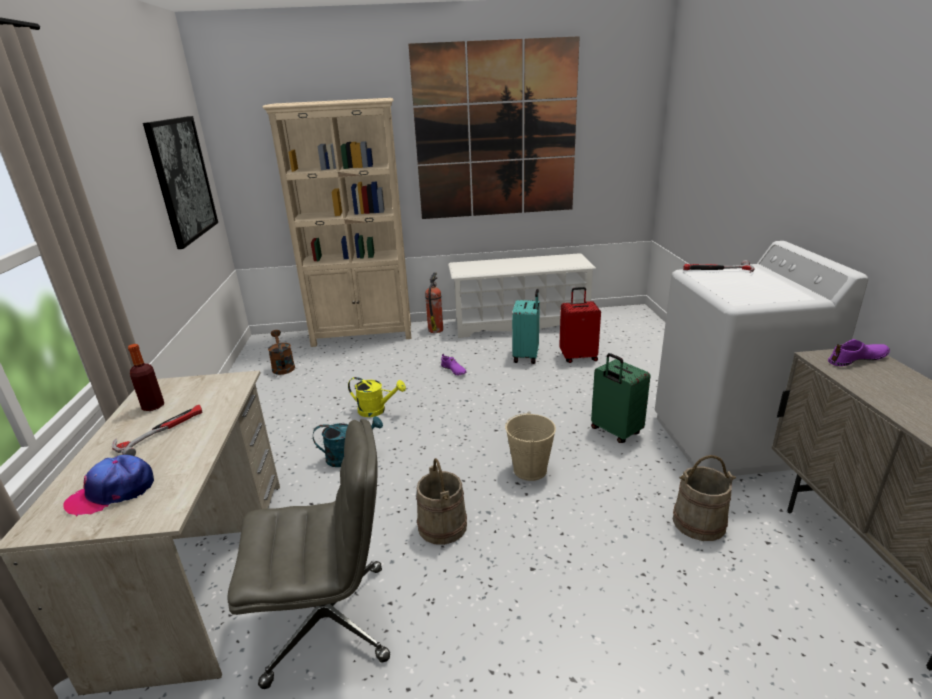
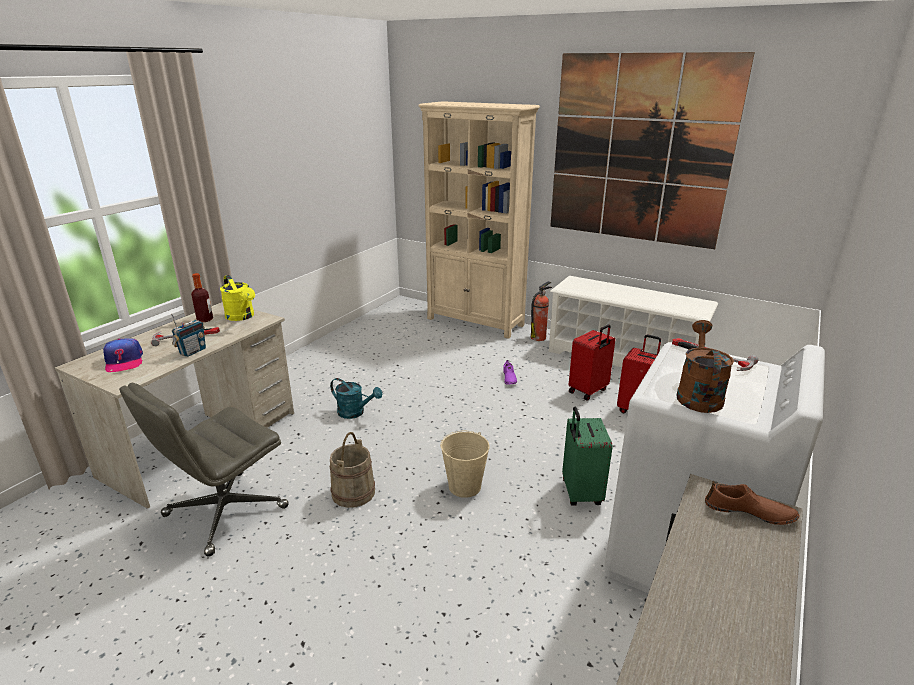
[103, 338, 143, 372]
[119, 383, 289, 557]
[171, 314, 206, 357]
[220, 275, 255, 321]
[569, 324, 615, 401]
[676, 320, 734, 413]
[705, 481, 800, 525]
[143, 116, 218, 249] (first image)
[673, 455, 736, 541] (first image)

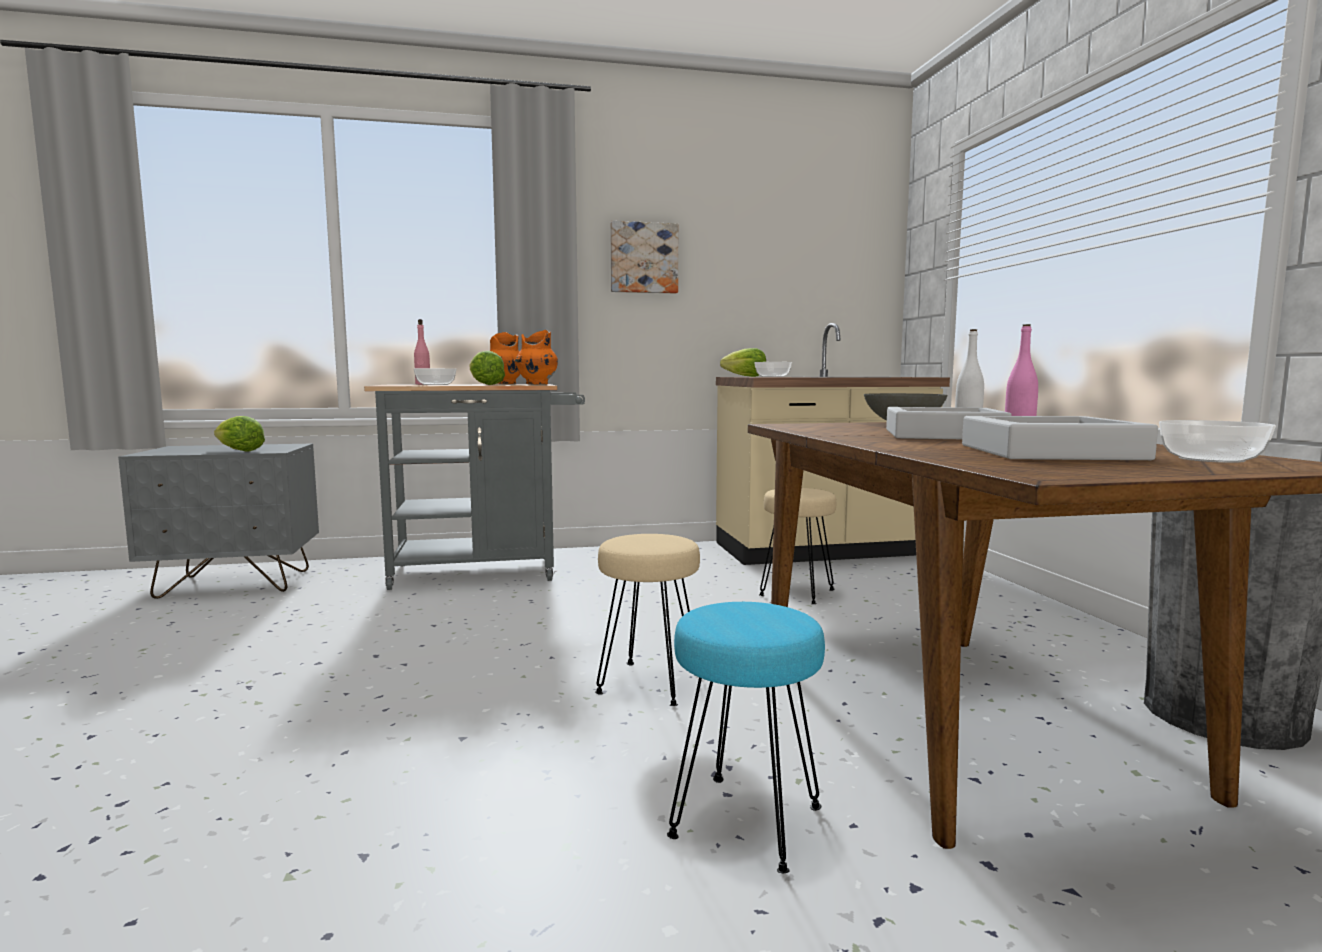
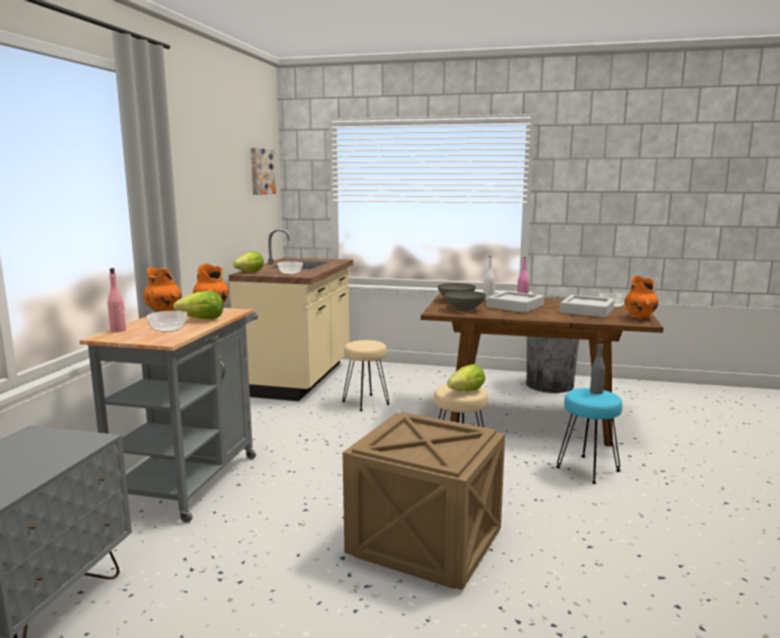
[251, 148, 276, 195]
[343, 412, 505, 590]
[444, 291, 486, 311]
[447, 364, 485, 391]
[590, 339, 605, 394]
[624, 275, 659, 319]

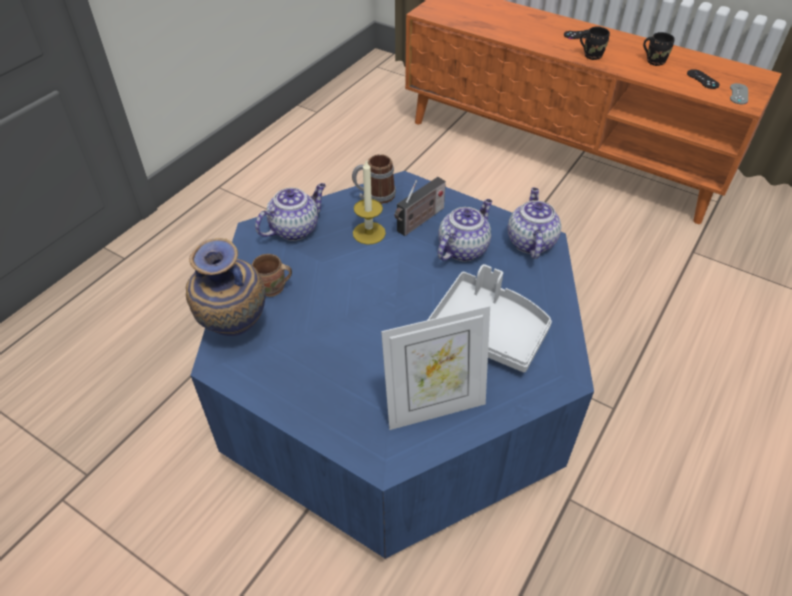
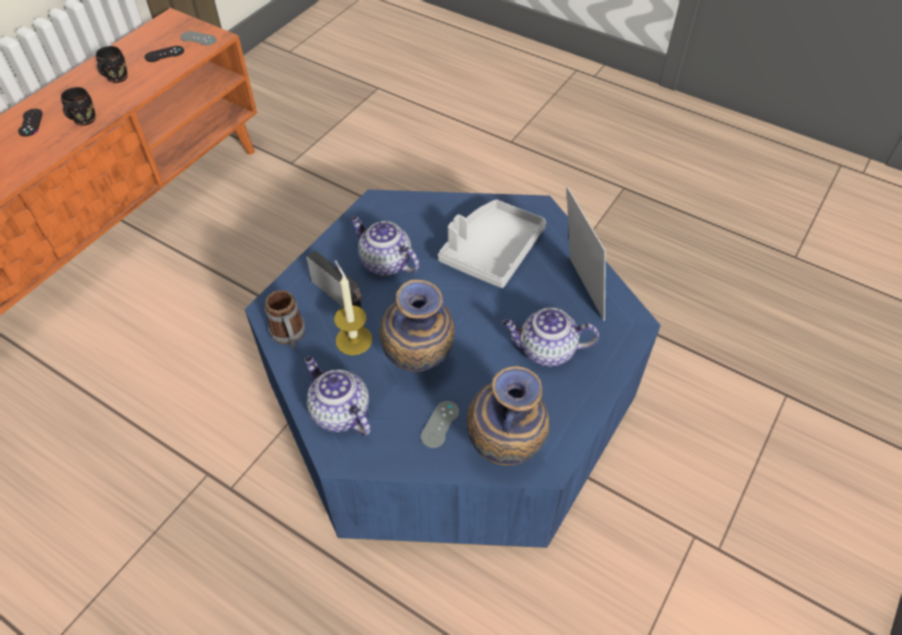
[380, 279, 455, 372]
[421, 401, 459, 448]
[502, 308, 599, 367]

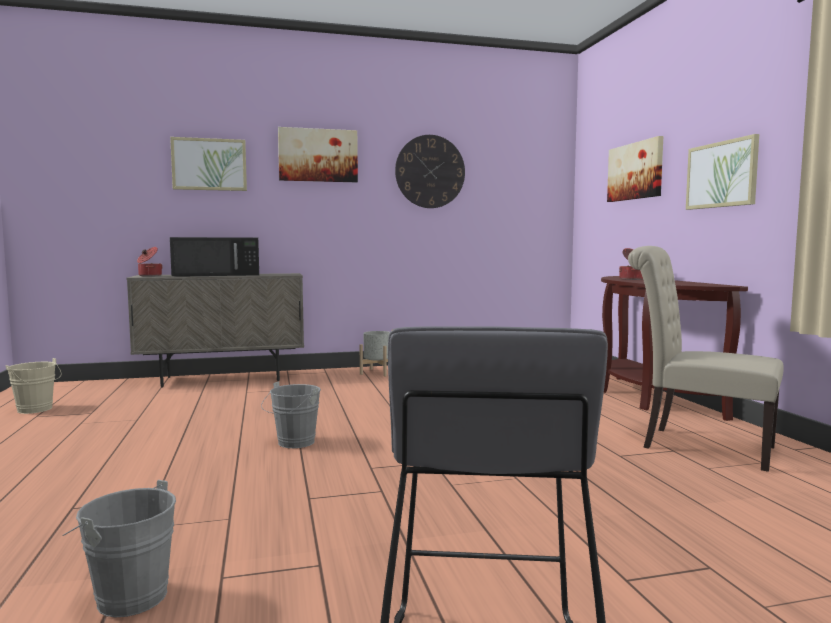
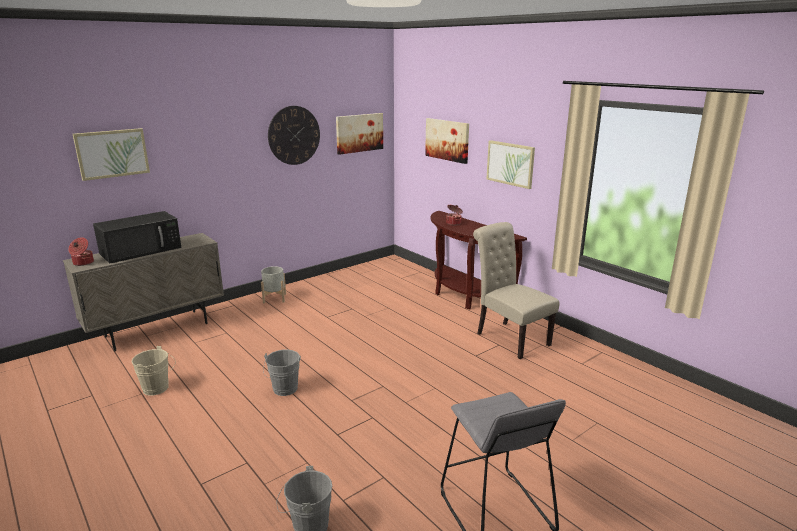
[132, 346, 176, 396]
[336, 113, 383, 155]
[473, 222, 560, 359]

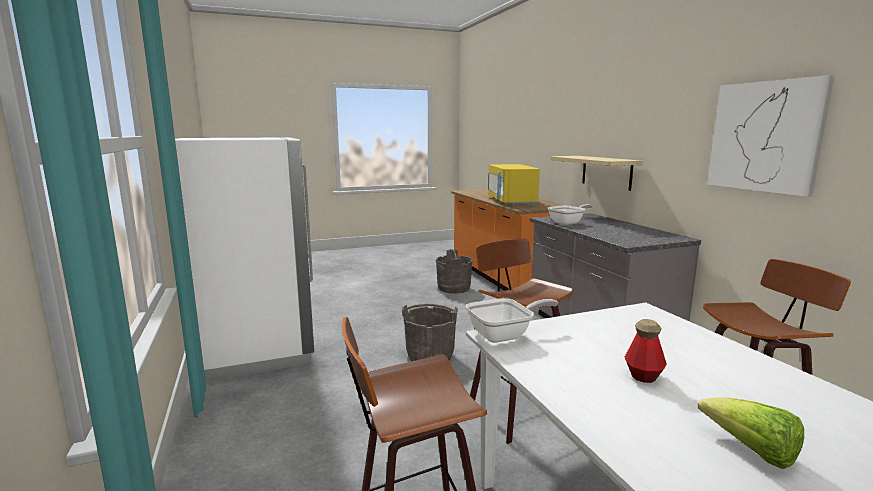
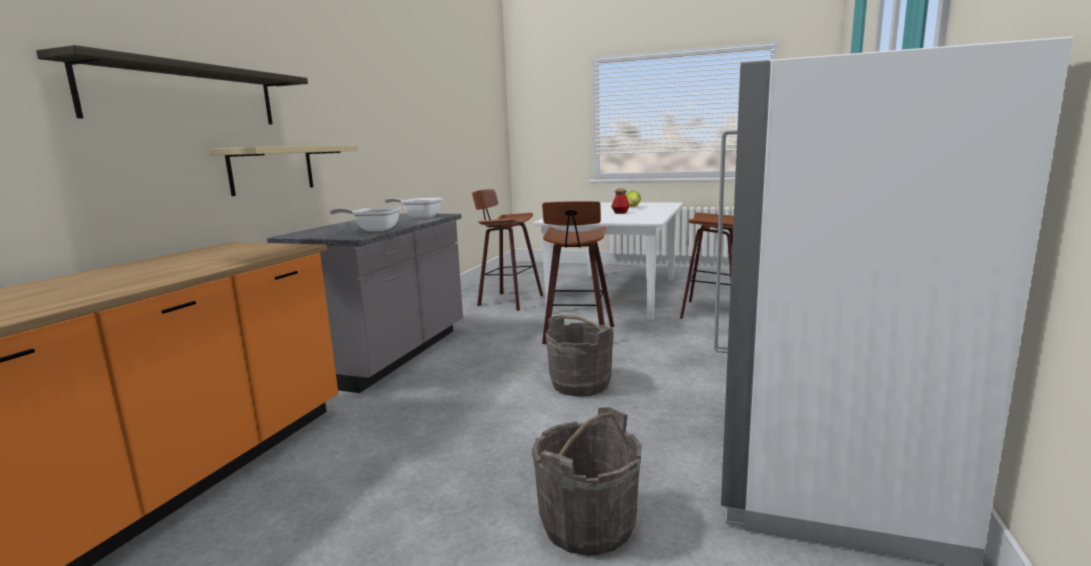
[36, 45, 308, 124]
[385, 198, 443, 218]
[532, 407, 642, 556]
[488, 164, 540, 206] (first image)
[707, 75, 835, 197] (first image)

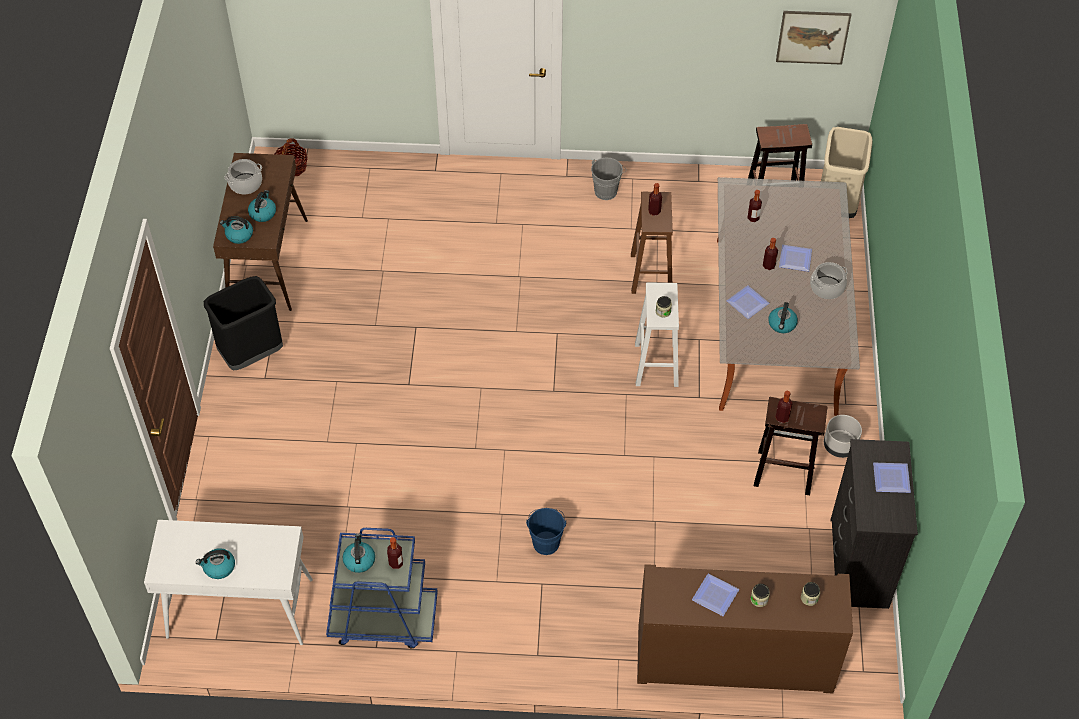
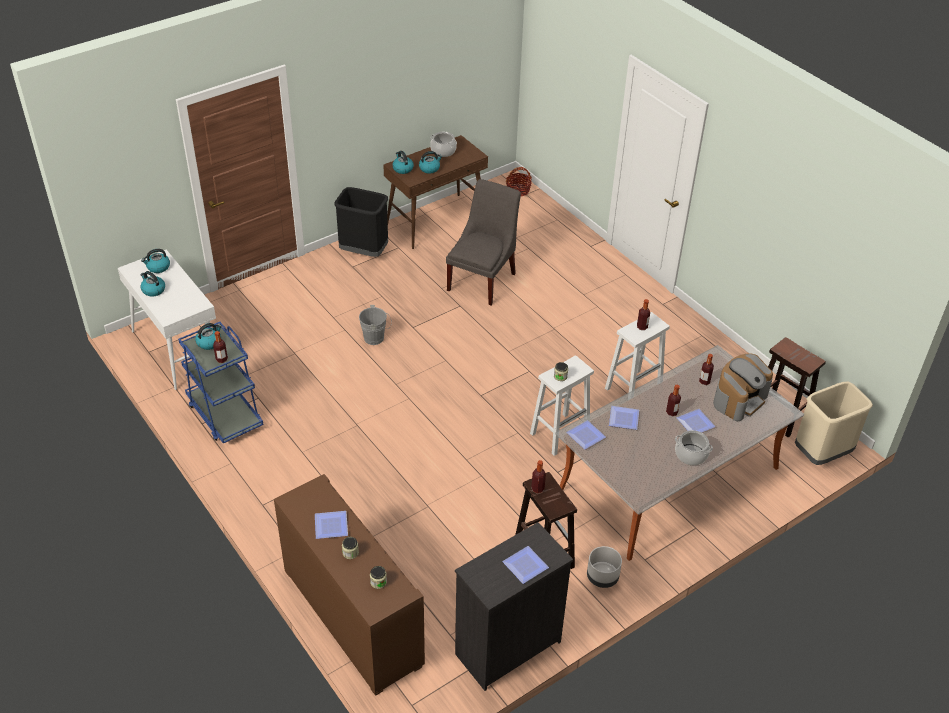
[141, 249, 170, 273]
[359, 305, 392, 345]
[446, 179, 521, 305]
[566, 420, 606, 449]
[605, 312, 670, 392]
[713, 353, 773, 421]
[526, 508, 566, 555] (first image)
[776, 11, 852, 65] (first image)

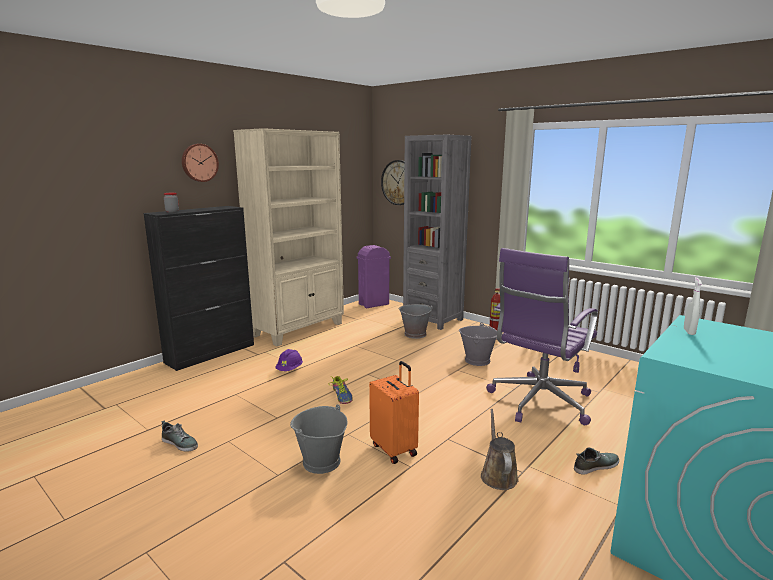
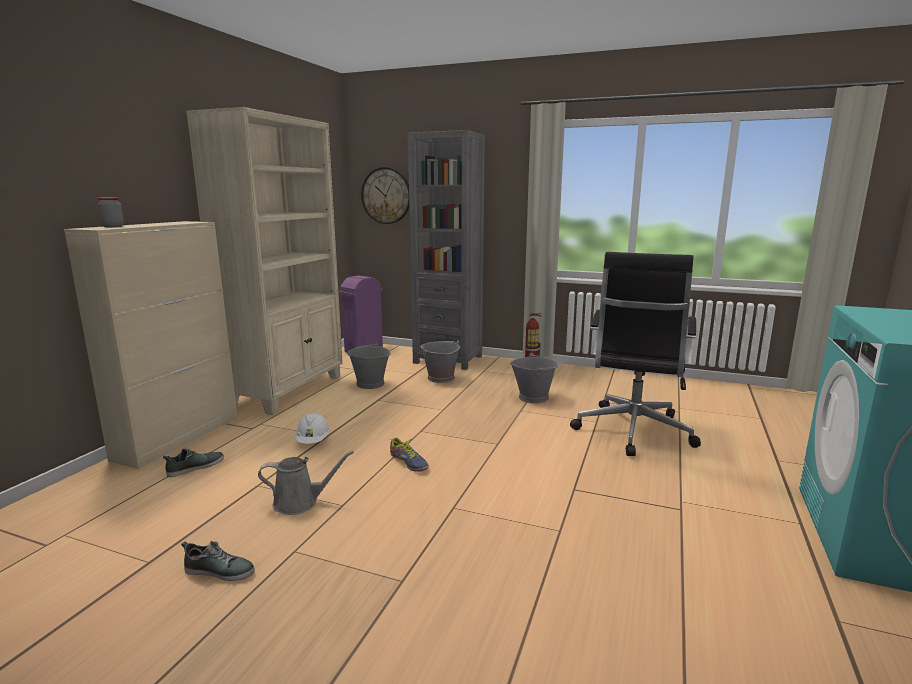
[64, 221, 237, 469]
[163, 449, 224, 477]
[258, 451, 354, 515]
[295, 413, 330, 444]
[347, 342, 390, 389]
[570, 252, 701, 456]
[182, 144, 219, 182] (first image)
[369, 361, 419, 464] (first image)
[481, 409, 519, 490] (first image)
[684, 277, 702, 335] (first image)

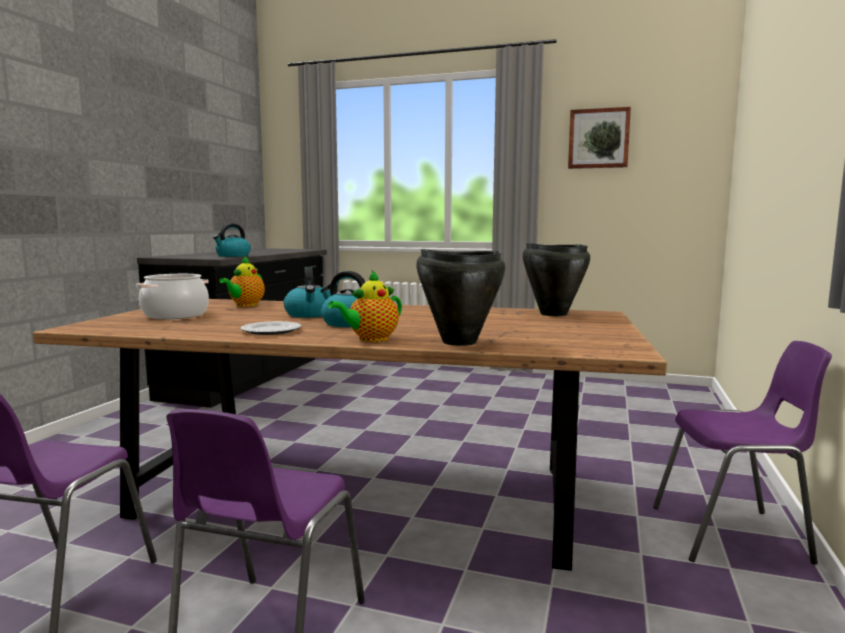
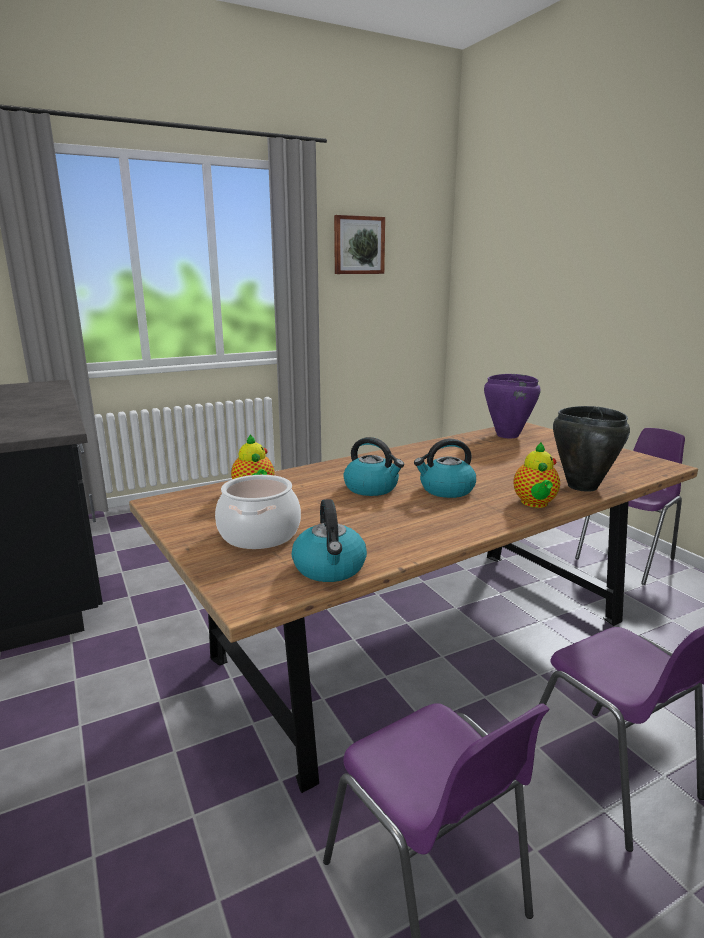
[292, 499, 367, 582]
[484, 374, 541, 438]
[240, 321, 301, 335] (first image)

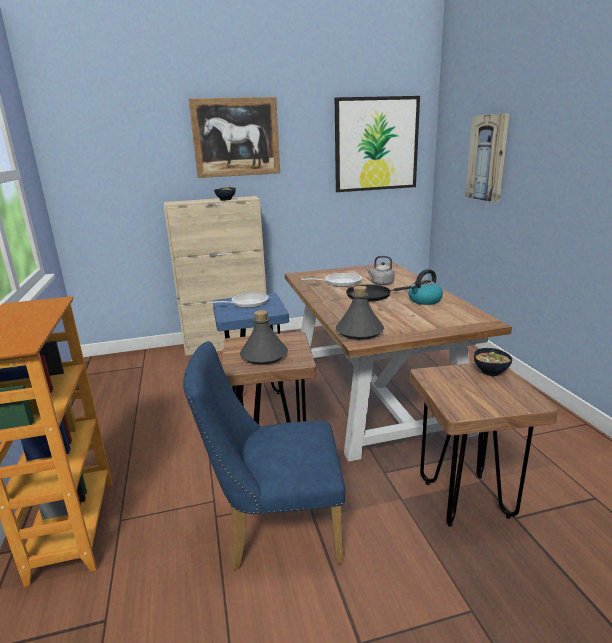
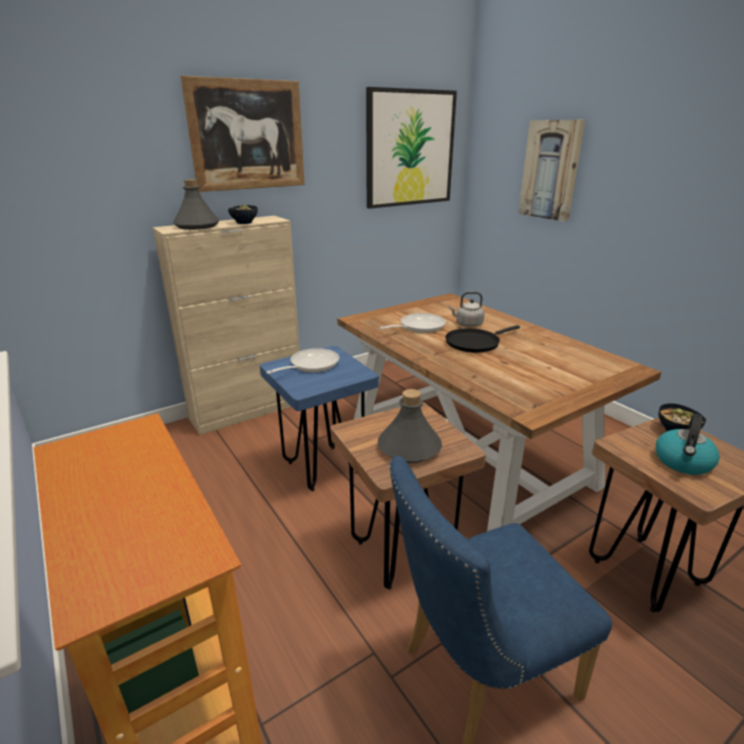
[173, 179, 220, 230]
[656, 414, 720, 475]

